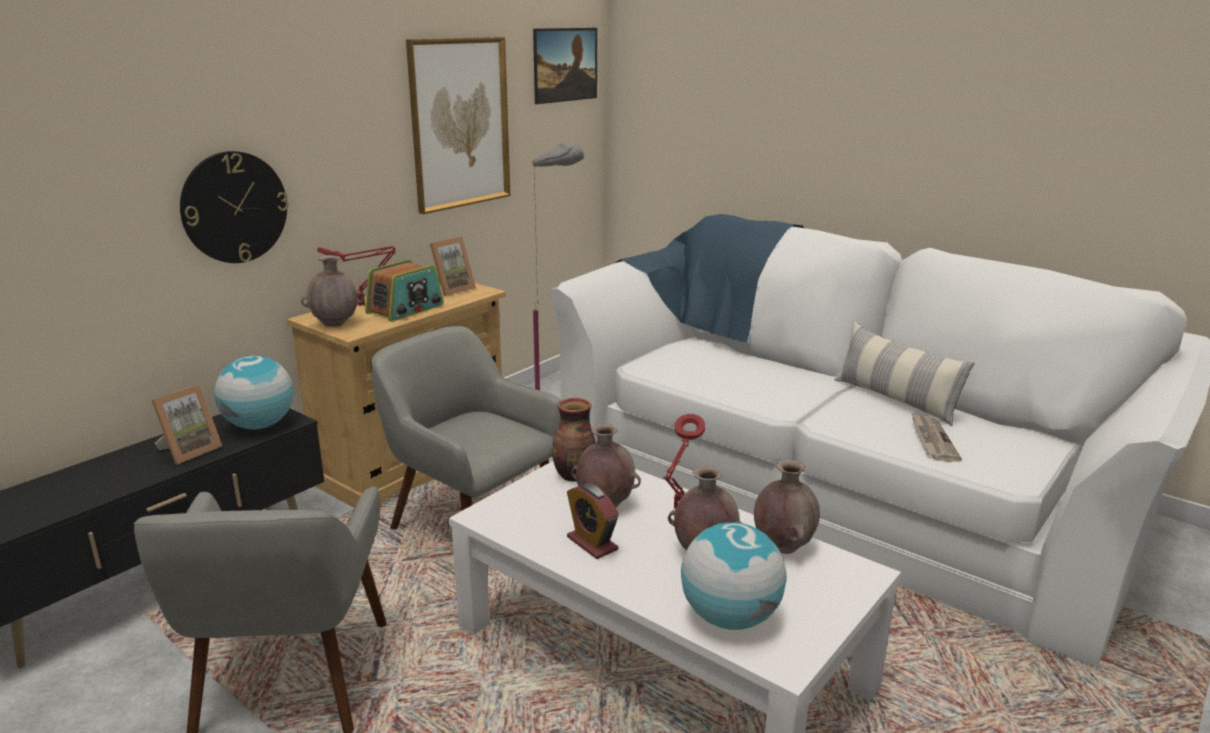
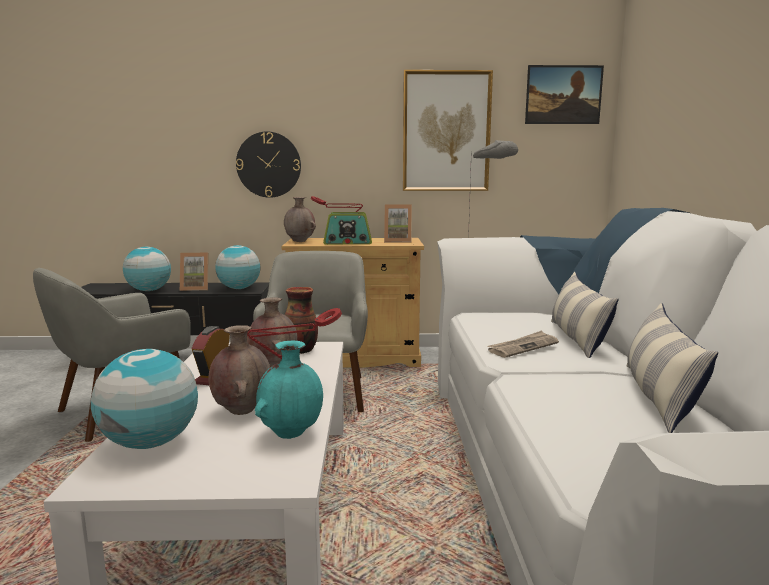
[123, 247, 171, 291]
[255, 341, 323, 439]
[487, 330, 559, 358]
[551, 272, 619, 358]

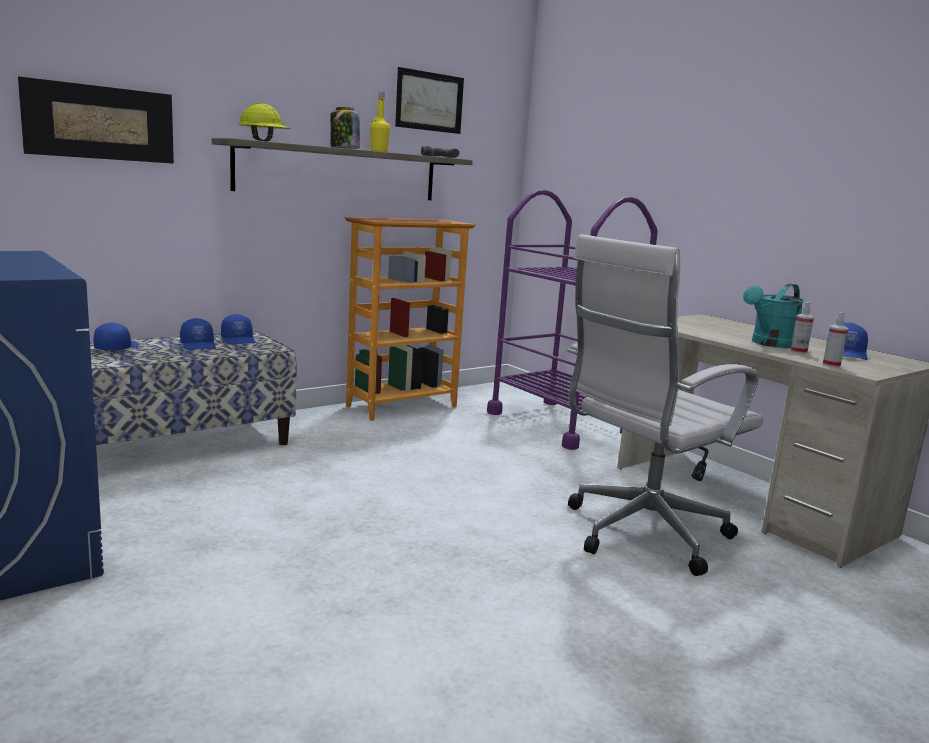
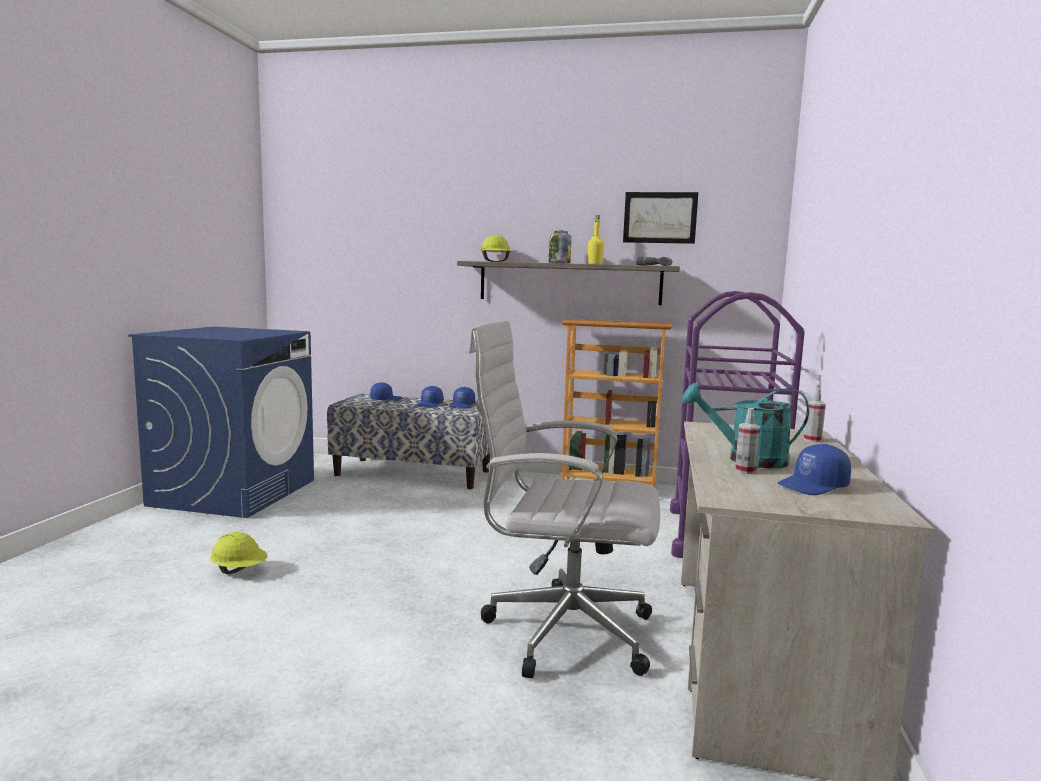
[210, 532, 268, 574]
[804, 388, 826, 442]
[18, 76, 174, 164] (first image)

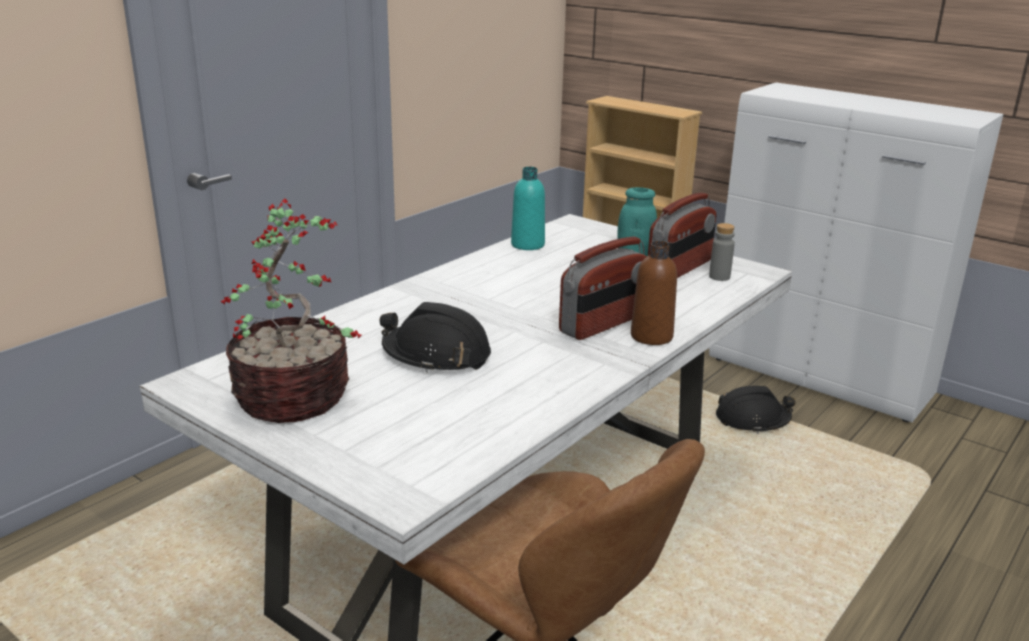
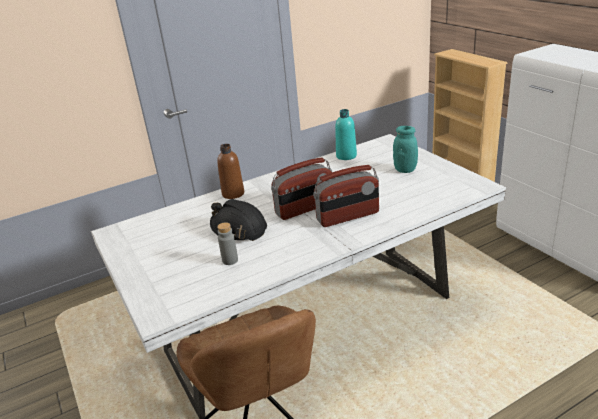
[217, 144, 244, 199]
[217, 222, 238, 265]
[271, 157, 332, 220]
[220, 199, 362, 423] (first image)
[716, 386, 796, 434] (first image)

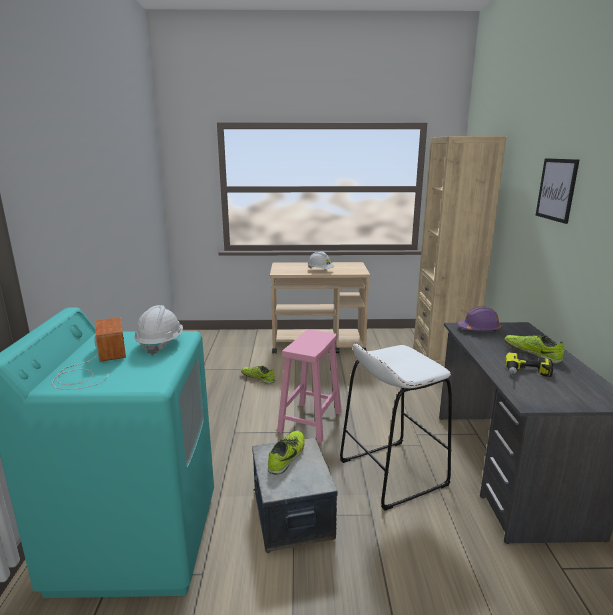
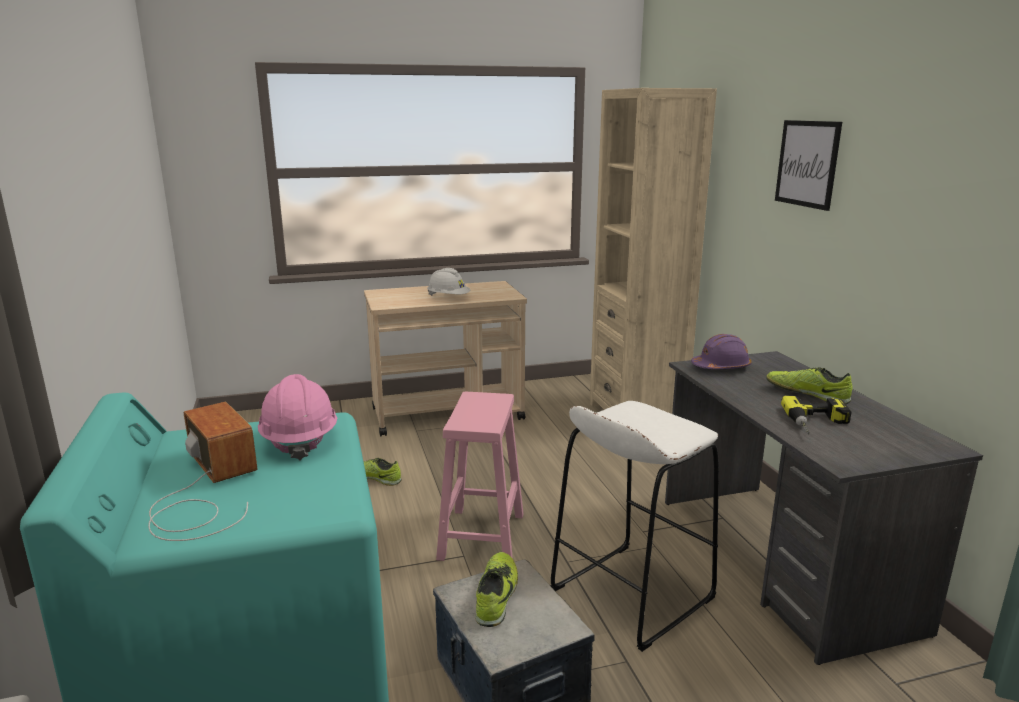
[258, 374, 337, 461]

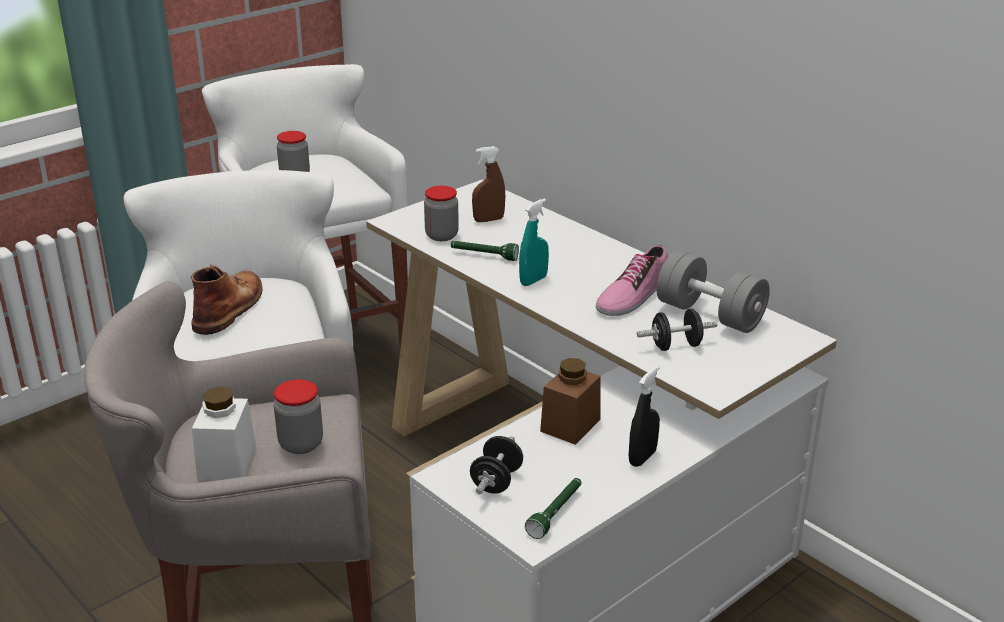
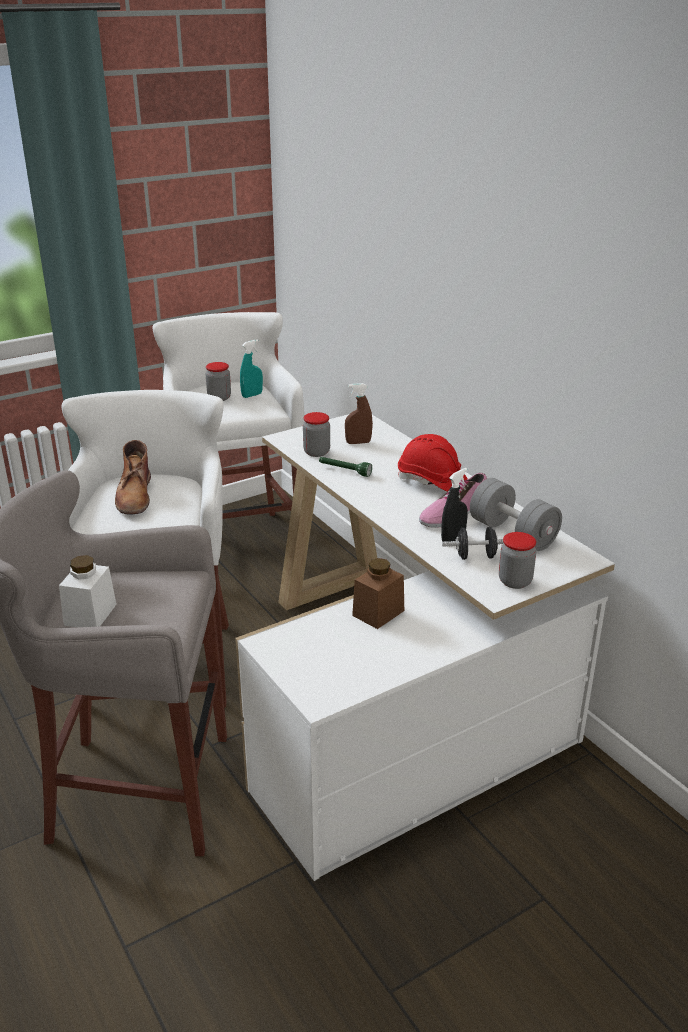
[115, 440, 151, 515]
[240, 340, 263, 398]
[398, 434, 468, 492]
[441, 468, 468, 542]
[499, 532, 536, 589]
[470, 436, 523, 494] (first image)
[525, 478, 581, 539] (first image)

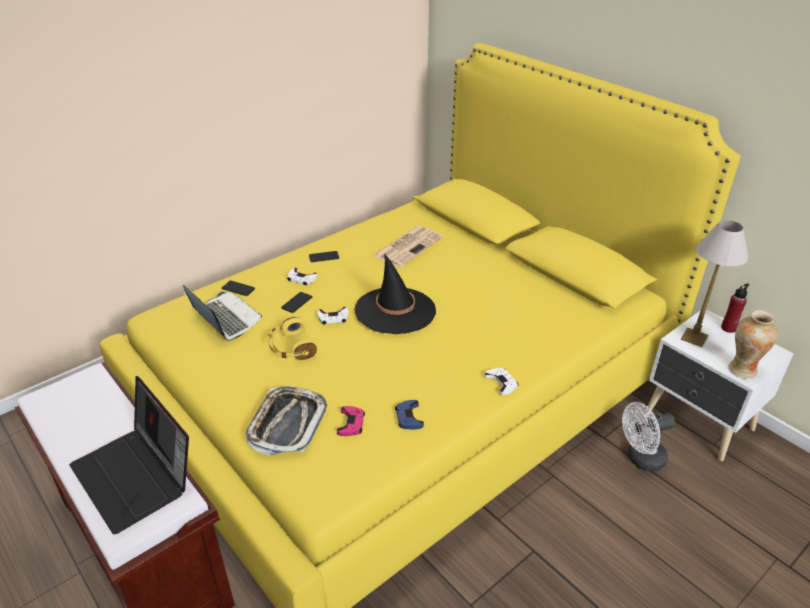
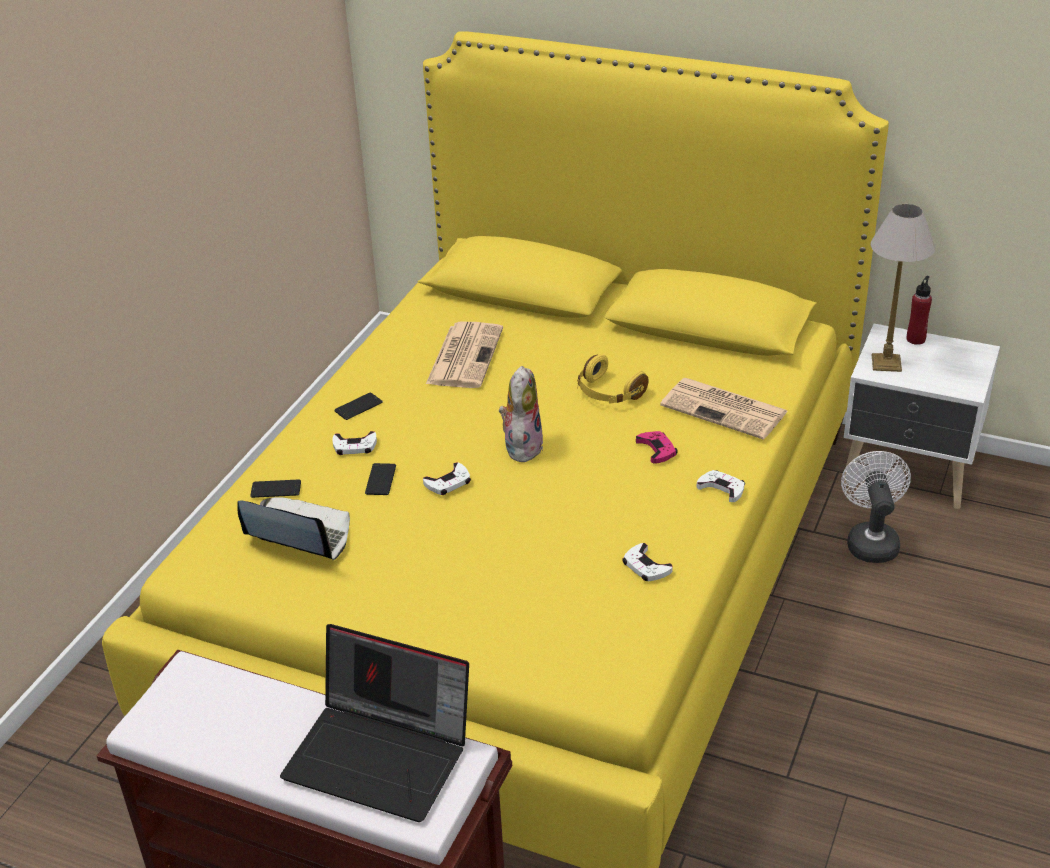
[499, 366, 543, 464]
[578, 354, 648, 404]
[622, 543, 673, 581]
[636, 431, 678, 464]
[660, 378, 788, 440]
[841, 451, 911, 563]
[246, 386, 327, 456] (first image)
[728, 310, 778, 379] (first image)

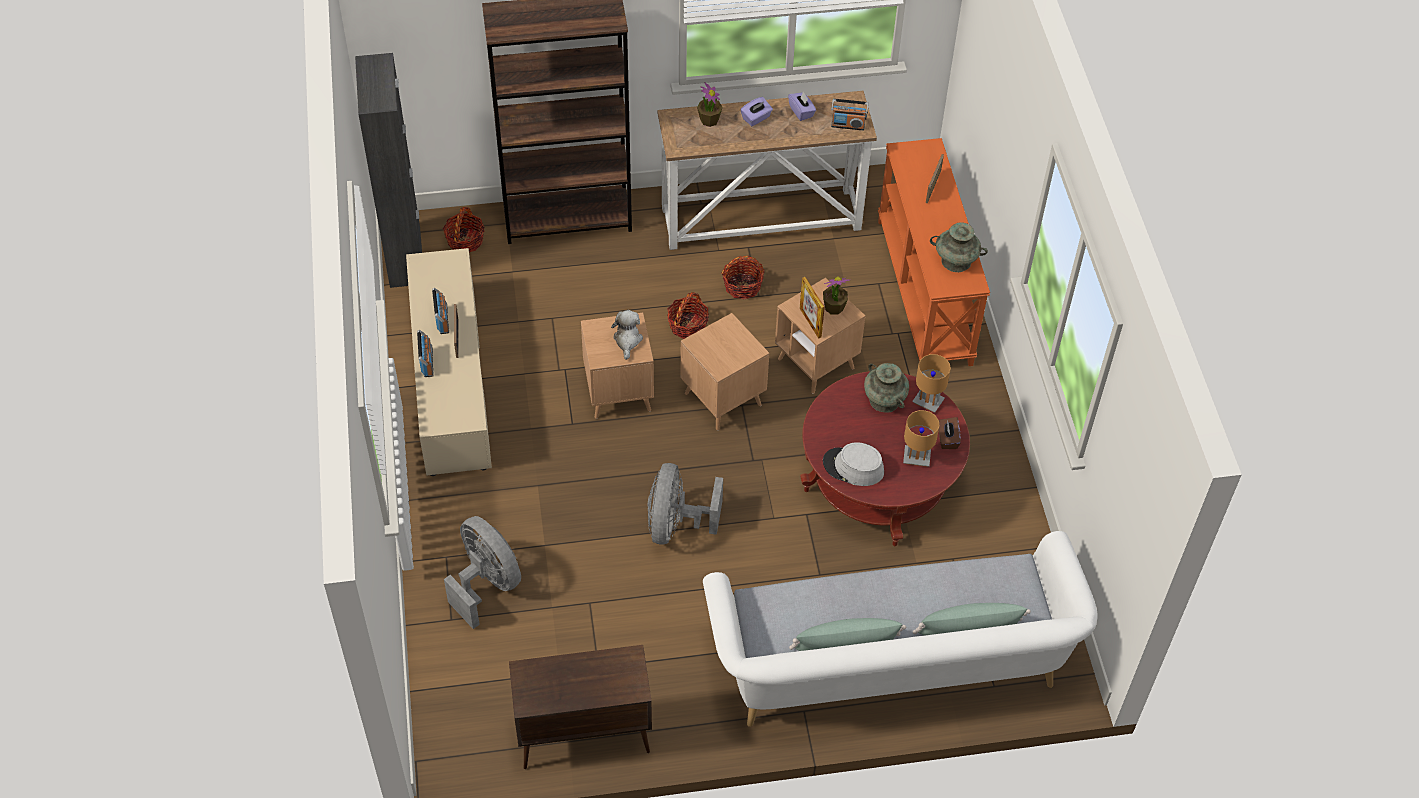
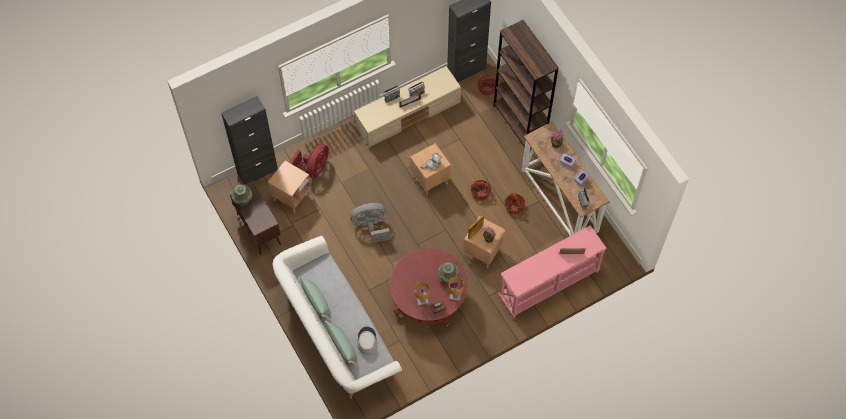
[221, 96, 278, 185]
[231, 182, 253, 207]
[268, 161, 311, 213]
[289, 144, 329, 178]
[357, 327, 377, 355]
[498, 225, 606, 318]

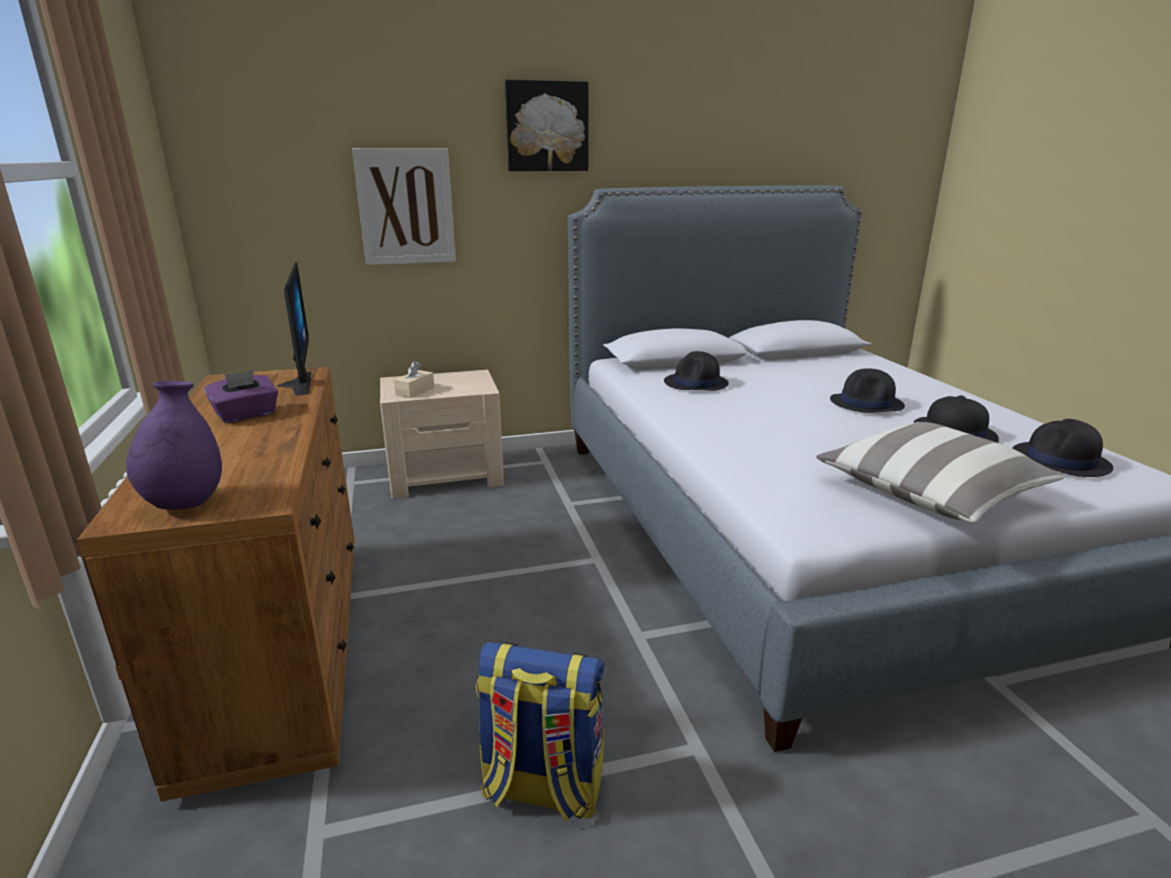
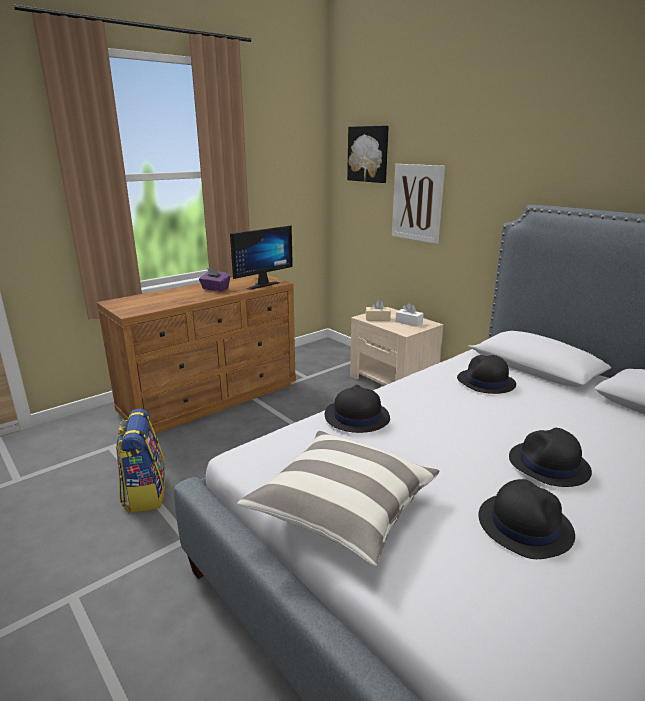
[325, 385, 390, 433]
[347, 126, 389, 183]
[395, 303, 424, 326]
[126, 381, 222, 510] (first image)

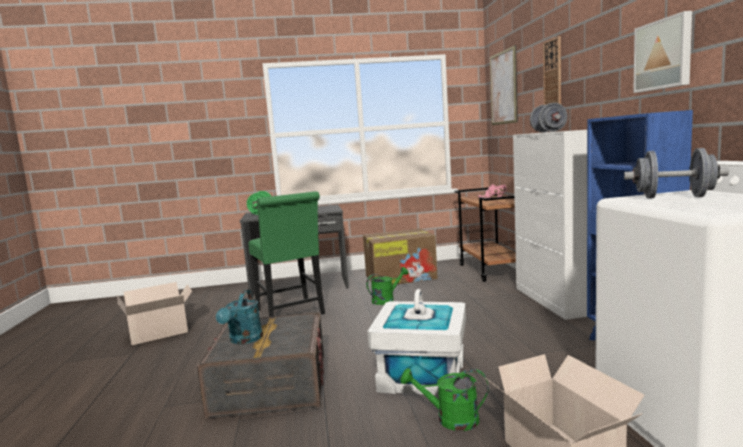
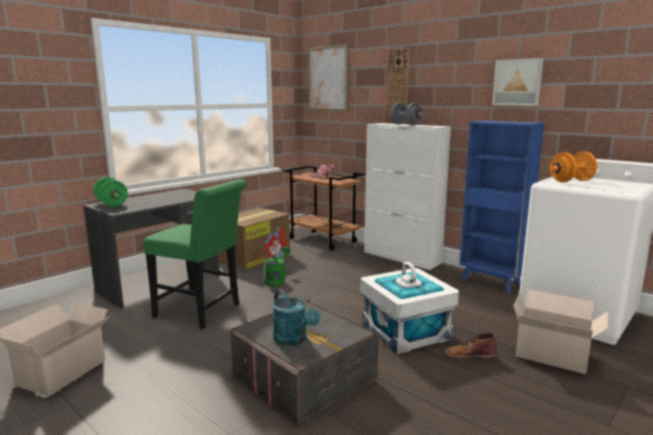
[444, 332, 498, 360]
[550, 151, 598, 182]

